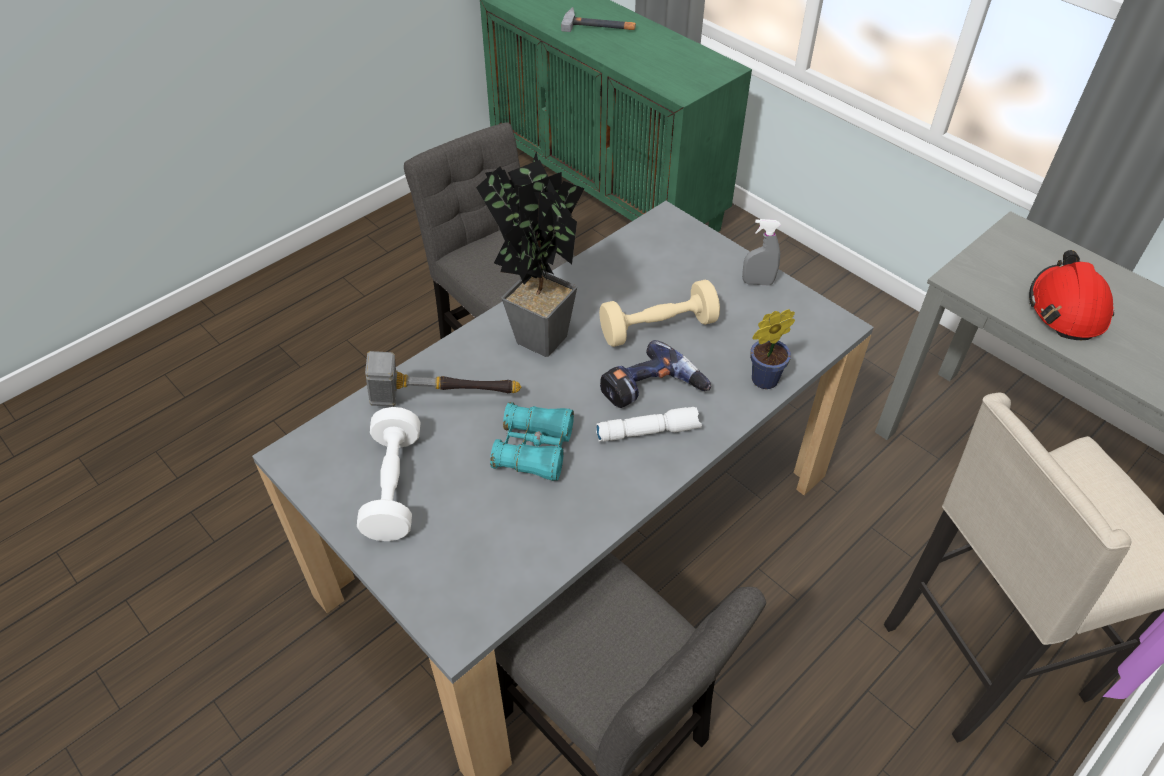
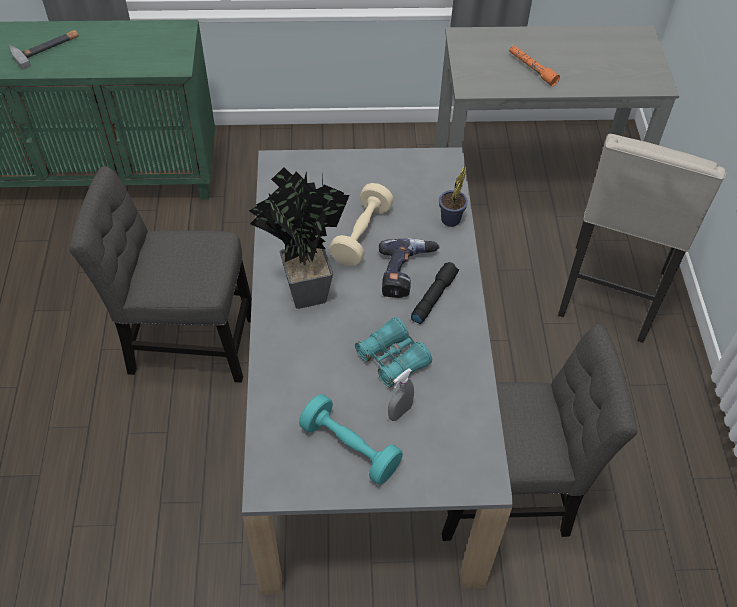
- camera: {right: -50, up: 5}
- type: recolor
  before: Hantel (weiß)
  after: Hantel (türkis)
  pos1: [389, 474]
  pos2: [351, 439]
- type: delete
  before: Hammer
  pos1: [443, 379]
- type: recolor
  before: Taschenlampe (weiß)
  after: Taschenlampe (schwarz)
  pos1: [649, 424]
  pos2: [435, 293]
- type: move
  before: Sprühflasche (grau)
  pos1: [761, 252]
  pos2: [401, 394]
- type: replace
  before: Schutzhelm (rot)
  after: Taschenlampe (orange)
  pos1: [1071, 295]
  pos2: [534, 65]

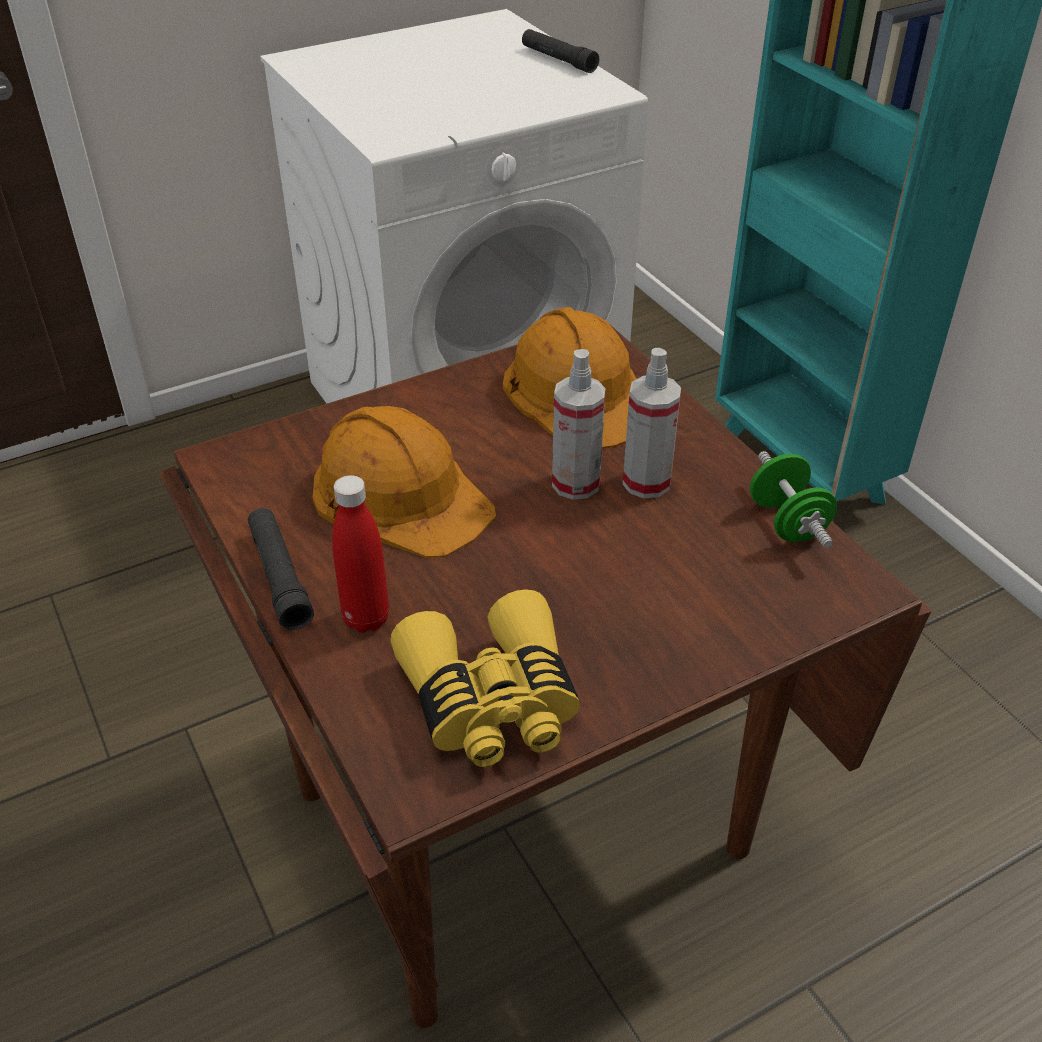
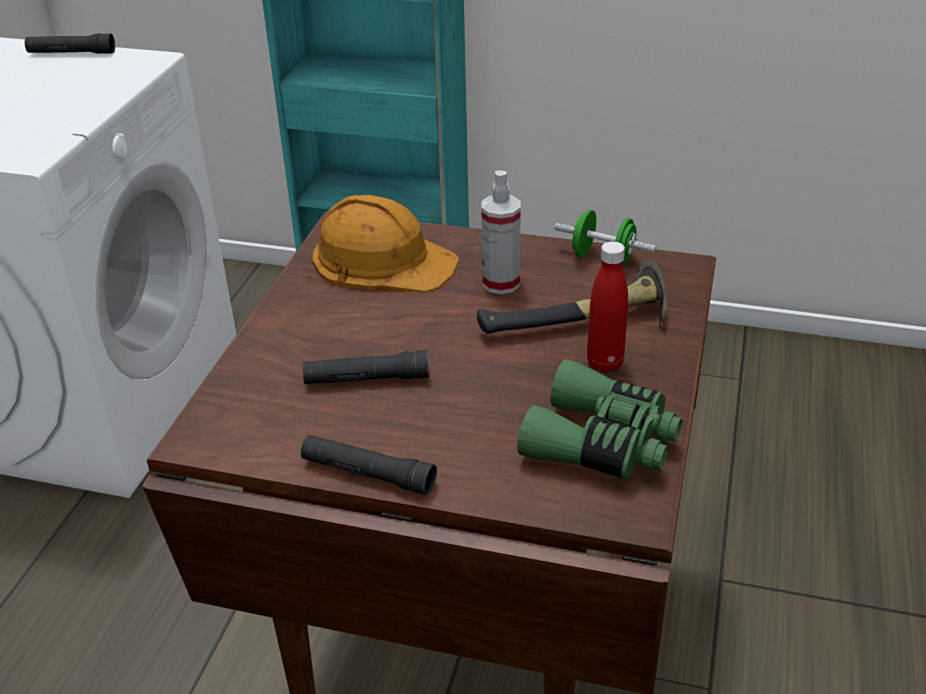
- camera: {right: -45, up: -5}
- type: replace
  before: Schutzhelm (orange)
  after: Taschenlampe (schwarz)
  pos1: [404, 482]
  pos2: [366, 367]
- type: move
  before: Flasche (rot)
  pos1: [360, 554]
  pos2: [607, 307]
- type: recolor
  before: Fernglas (gelb)
  after: Fernglas (grün)
  pos1: [485, 678]
  pos2: [599, 419]
- type: delete
  before: Sprühflasche
  pos1: [579, 424]
- type: insert
  after: Hammer
  pos2: [572, 297]

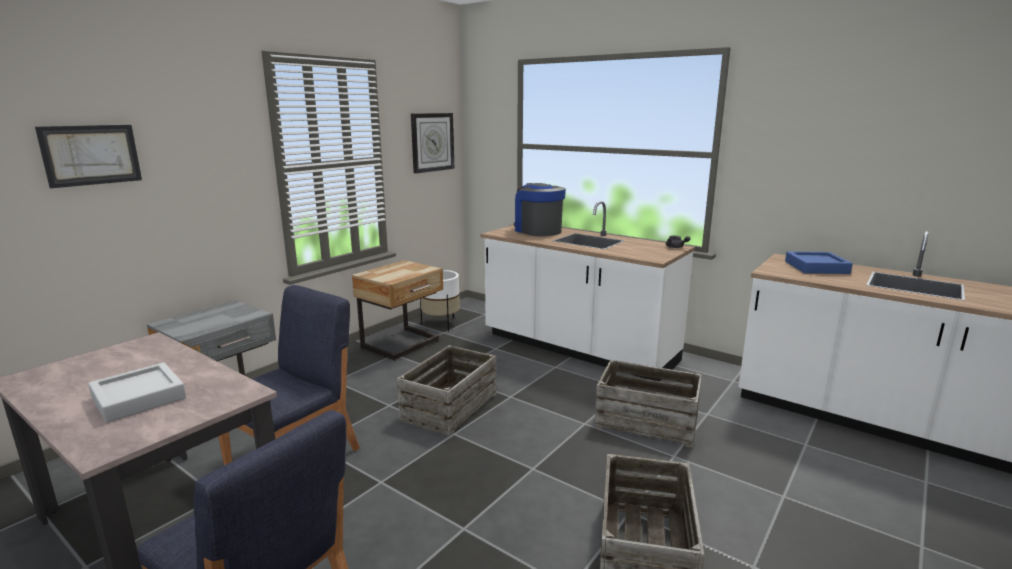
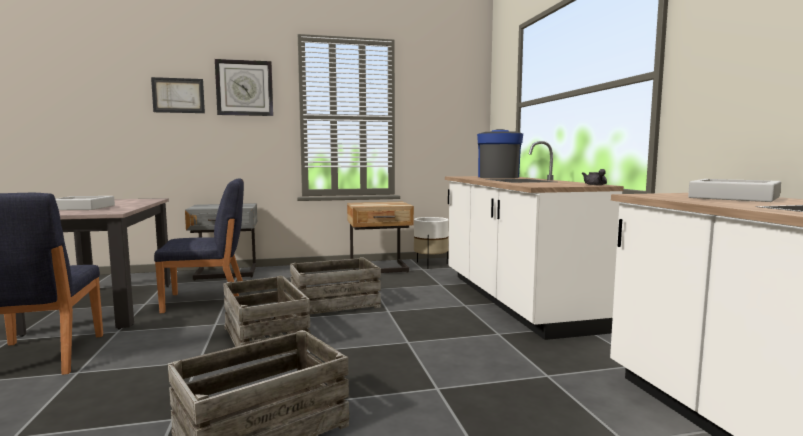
- camera: {right: 40, up: -10}
- type: move
  before: Wanduhr
  pos1: [432, 143]
  pos2: [244, 87]
- type: move
  before: Kiste
  pos1: [648, 404]
  pos2: [267, 317]
- type: recolor
  before: Tablett (blau)
  after: Tablett (grau)
  pos1: [819, 262]
  pos2: [734, 190]

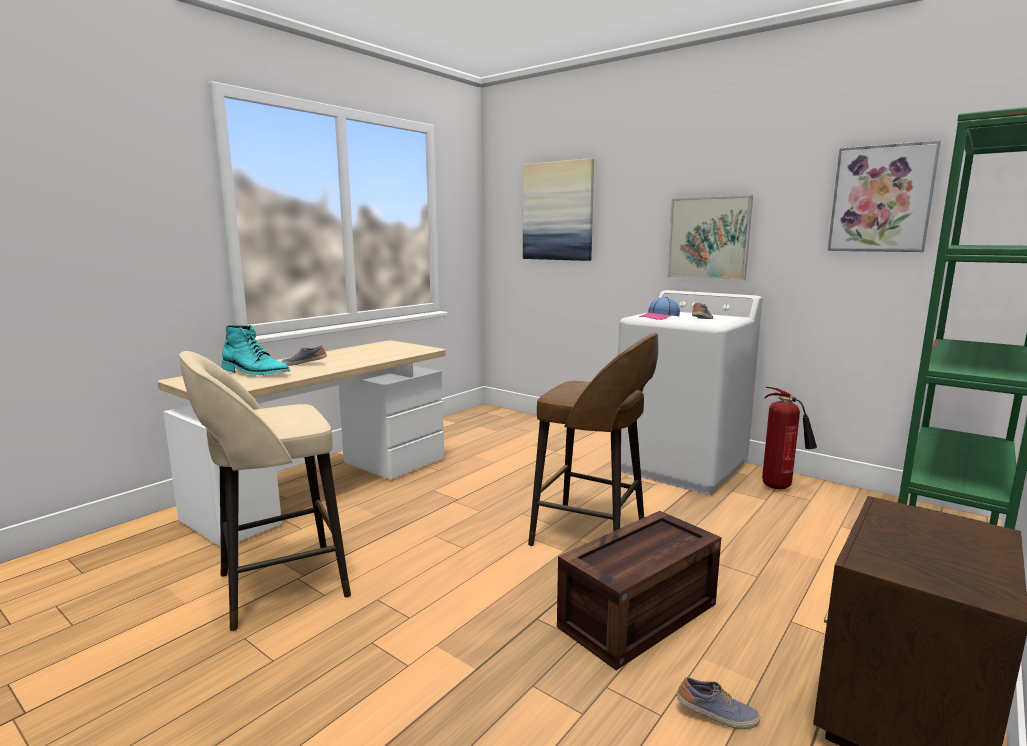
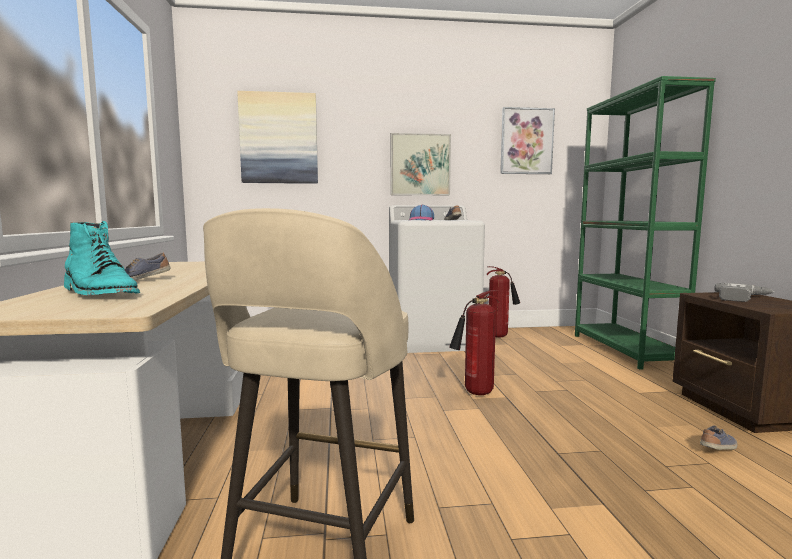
- camera: {right: -45, up: -5}
- type: rotate
  before: Stiefel (türkis)
  pos1: [256, 350]
  pos2: [102, 258]
  turn: 60
- type: replace
  before: Hocker (braun)
  after: Feuerlöscher
  pos1: [593, 439]
  pos2: [474, 342]
- type: delete
  before: Kiste
  pos1: [639, 590]
- type: insert
  after: Bohrmaschine
  pos2: [744, 292]

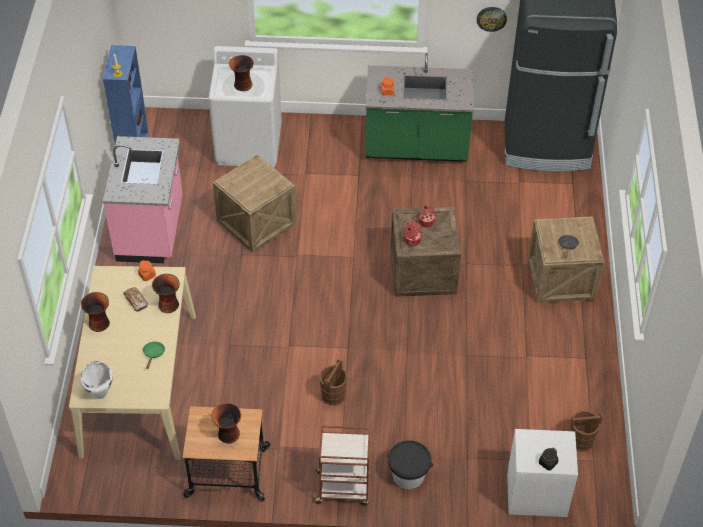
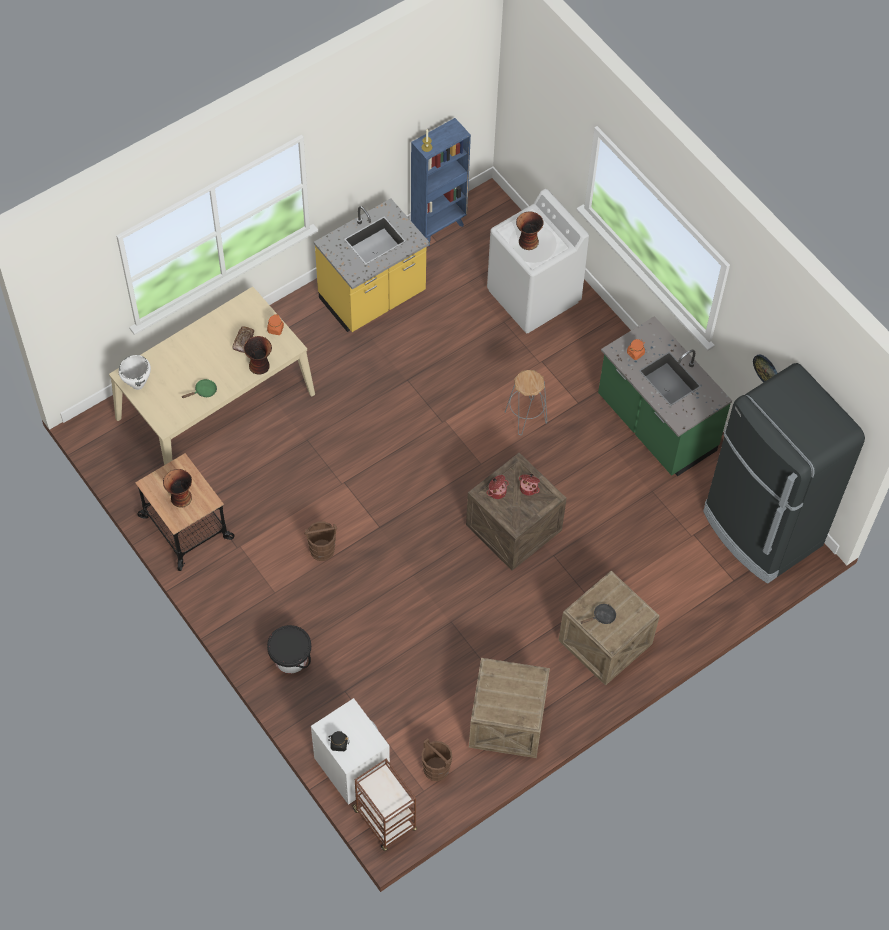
- camera: {right: 50, up: 10}
- type: delete
  before: Vase
  pos1: [95, 312]
- type: recolor
  before: Küchenzeile (rosa)
  after: Küchenzeile (gelb)
  pos1: [143, 199]
  pos2: [372, 265]
- type: move
  before: Kiste
  pos1: [254, 203]
  pos2: [509, 708]
- type: move
  before: Rollwagen (braun)
  pos1: [341, 466]
  pos2: [384, 805]
- type: insert
  after: Hocker (grau)
  pos2: [526, 402]

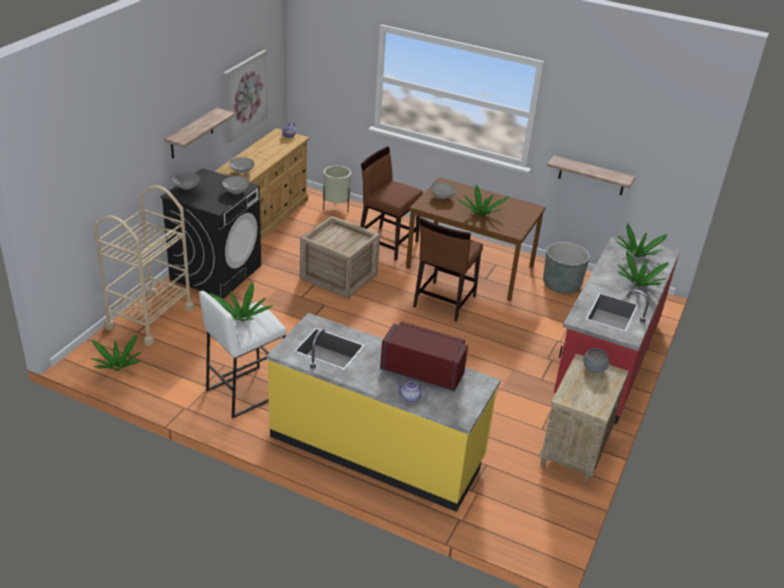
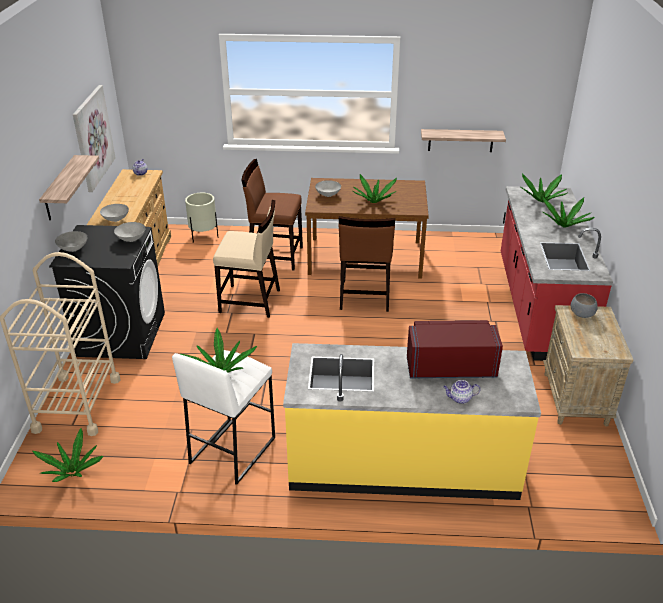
- camera: {right: -20, up: 0}
- type: replace
  before: Kiste
  after: Stuhl (beige)
  pos1: [340, 257]
  pos2: [246, 259]
- type: delete
  before: Pflanzkübel (grau)
  pos1: [566, 268]

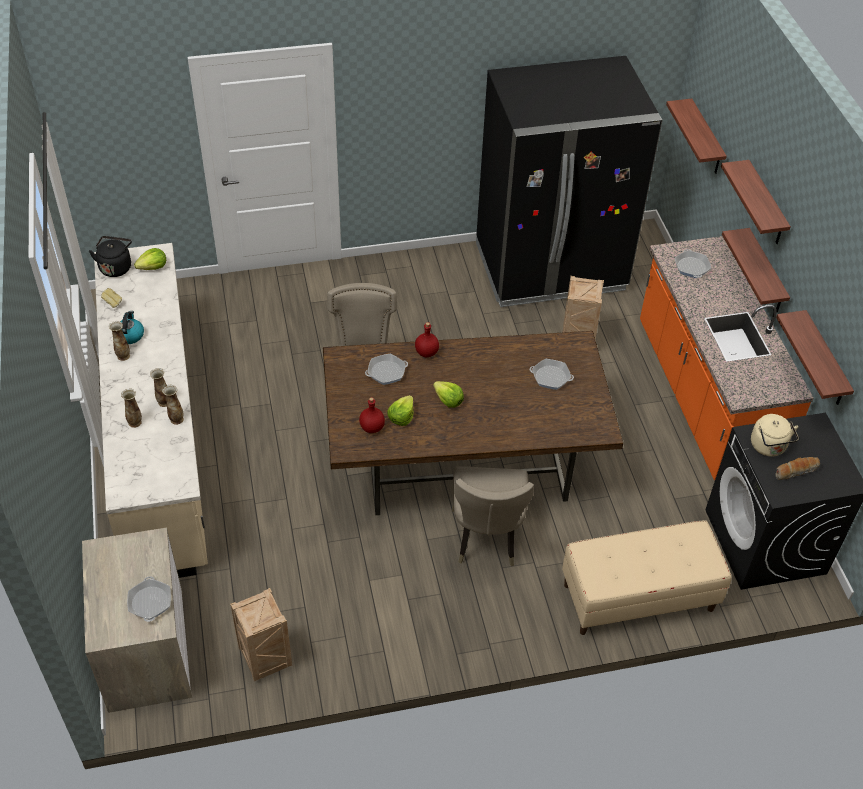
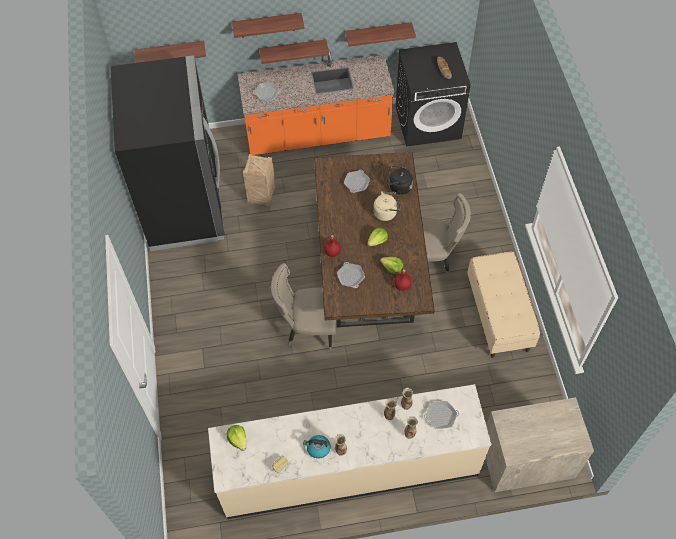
- camera: {right: -85, up: 10}
- type: move
  before: Wasserkessel (schwarz)
  pos1: [110, 256]
  pos2: [400, 180]
- type: move
  before: Pfanne
  pos1: [149, 599]
  pos2: [441, 415]
- type: delete
  before: Kiste
  pos1: [261, 634]
- type: move
  before: Bank (beige)
  pos1: [647, 577]
  pos2: [503, 305]
- type: move
  before: Wasserkessel (beige)
  pos1: [775, 435]
  pos2: [387, 206]

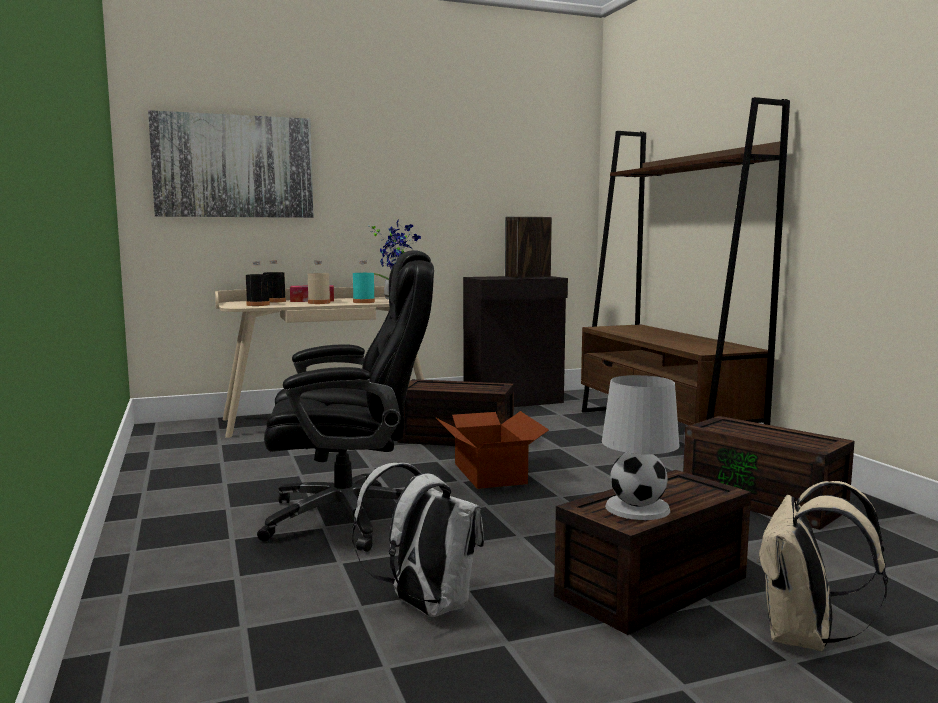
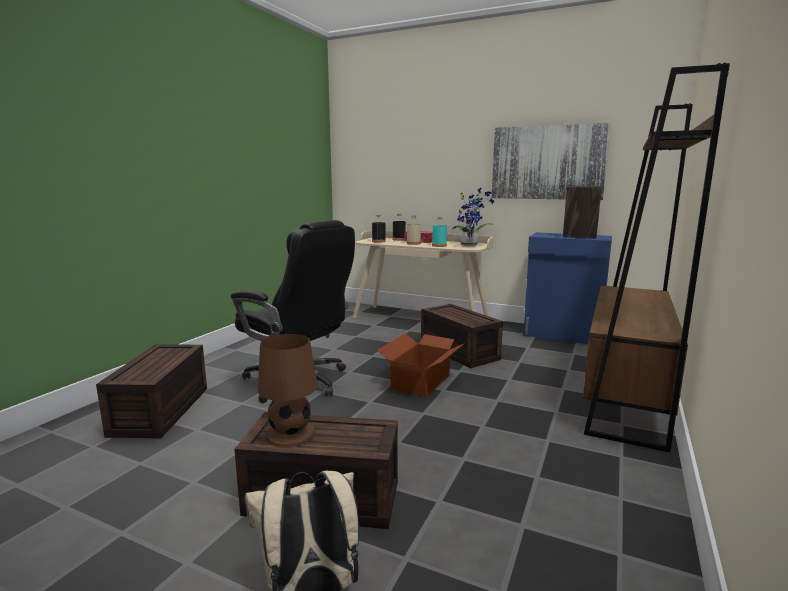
- camera: {right: 45, up: 5}
- type: move
  before: Bild
  pos1: [231, 164]
  pos2: [551, 161]
- type: delete
  before: Rucksack (weiß)
  pos1: [418, 540]
- type: recolor
  before: Schrank (schwarz)
  after: Schrank (blau)
  pos1: [515, 341]
  pos2: [567, 288]
- type: recolor
  before: Tischlampe (weiß)
  after: Tischlampe (braun)
  pos1: [640, 447]
  pos2: [287, 391]
- type: move
  before: Aufbewahrungsbox (braun)
  pos1: [769, 473]
  pos2: [151, 391]

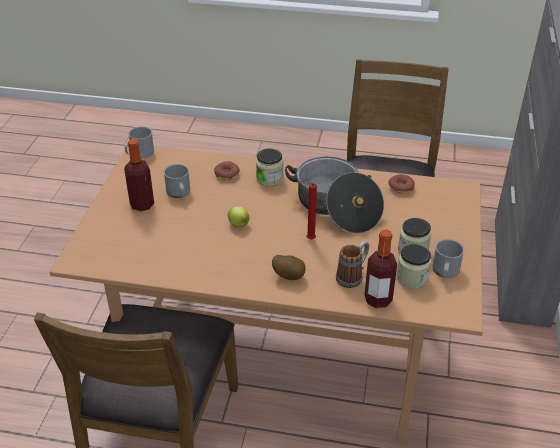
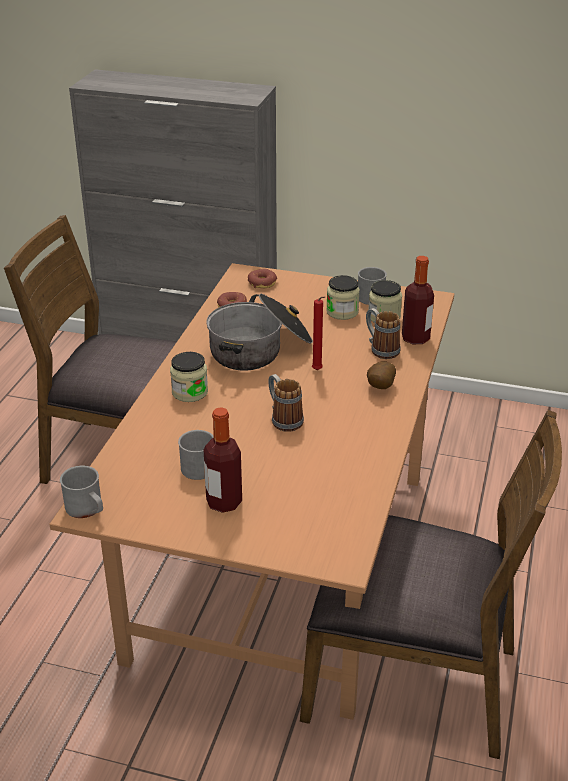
- camera: {right: -85, up: -5}
- type: move
  before: Donut
  pos1: [227, 170]
  pos2: [262, 278]
- type: replace
  before: Apfel
  after: Henkelbecher
  pos1: [238, 217]
  pos2: [286, 403]

